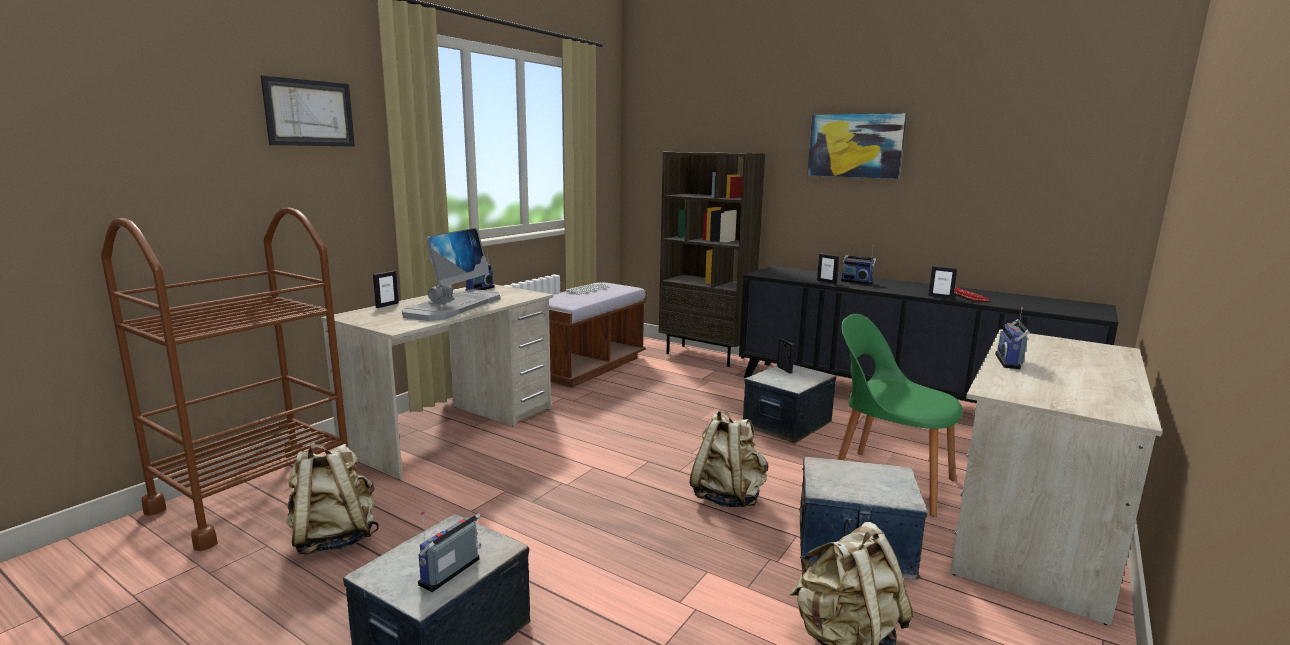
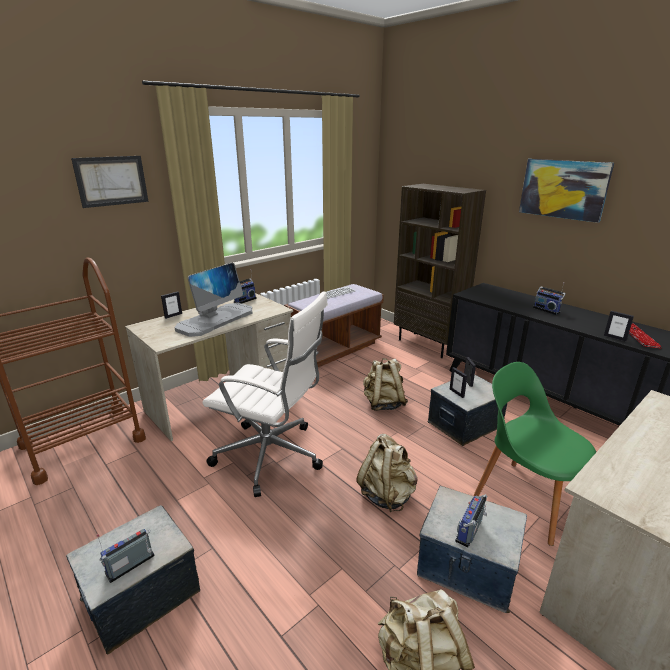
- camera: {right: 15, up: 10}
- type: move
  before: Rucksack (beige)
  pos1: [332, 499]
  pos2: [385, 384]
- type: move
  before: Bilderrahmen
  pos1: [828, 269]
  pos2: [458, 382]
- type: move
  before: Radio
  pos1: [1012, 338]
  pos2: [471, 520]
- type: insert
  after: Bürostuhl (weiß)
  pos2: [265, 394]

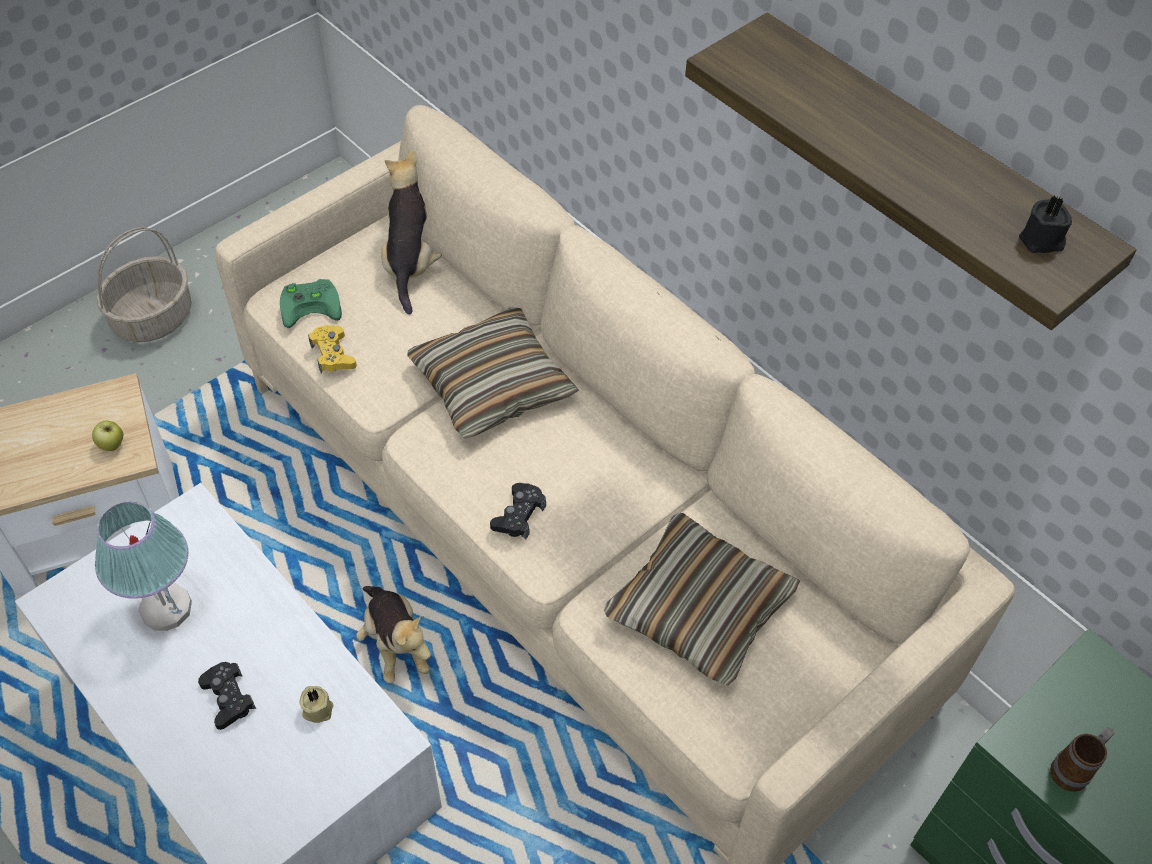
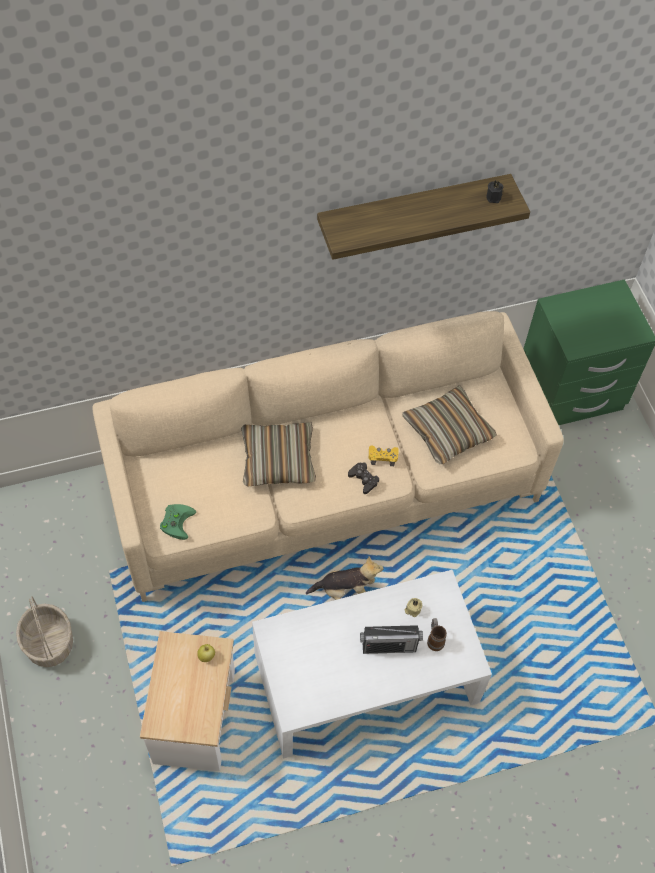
- camera: {right: -65, up: 5}
- type: delete
  before: Tischlampe
  pos1: [143, 566]
- type: replace
  before: Gamepad (schwarz)
  after: Radio
  pos1: [227, 696]
  pos2: [391, 639]
- type: move
  before: Gamepad (gelb)
  pos1: [332, 349]
  pos2: [384, 456]
- type: delete
  before: Plüschtier
  pos1: [411, 232]
- type: move
  before: Henkelbecher
  pos1: [1082, 759]
  pos2: [437, 634]

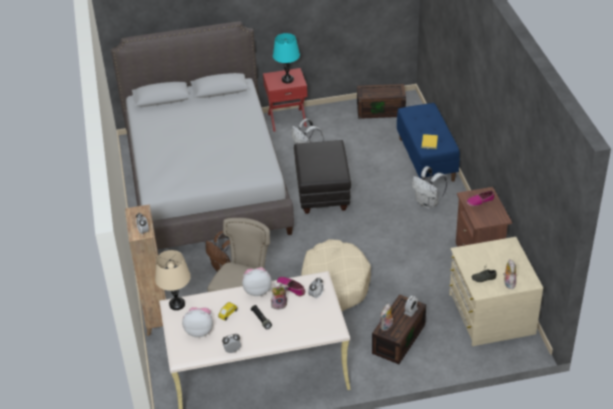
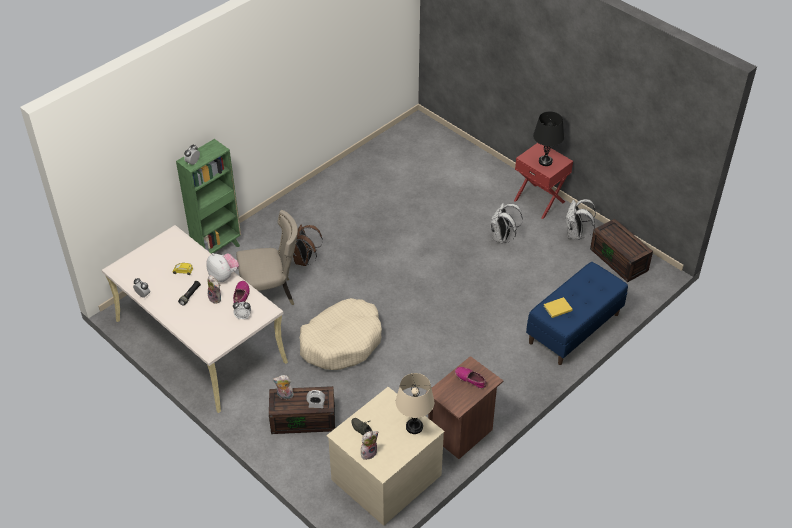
- camera: {right: 55, up: 5}
- type: delete
  before: Bett (grau)
  pos1: [202, 135]
- type: recolor
  before: Bücherregal (braun)
  after: Bücherregal (grün)
  pos1: [145, 270]
  pos2: [208, 196]
- type: move
  before: Tischlampe (beige)
  pos1: [173, 280]
  pos2: [415, 403]
- type: delete
  before: Plüschtier
  pos1: [197, 322]
- type: recolor
  before: Tischlampe (türkis)
  after: Tischlampe (schwarz)
  pos1: [286, 58]
  pos2: [548, 139]
- type: delete
  before: Polsterhocker (schwarz)
  pos1: [322, 177]
- type: move
  before: Rucksack (weiß)
  pos1: [429, 187]
  pos2: [580, 219]

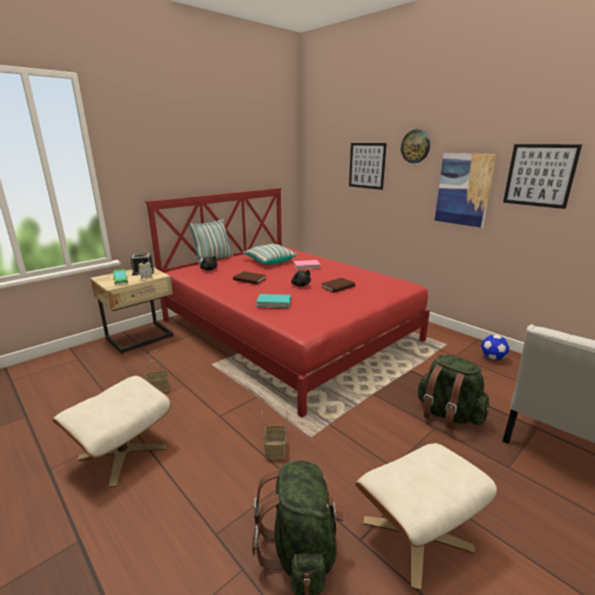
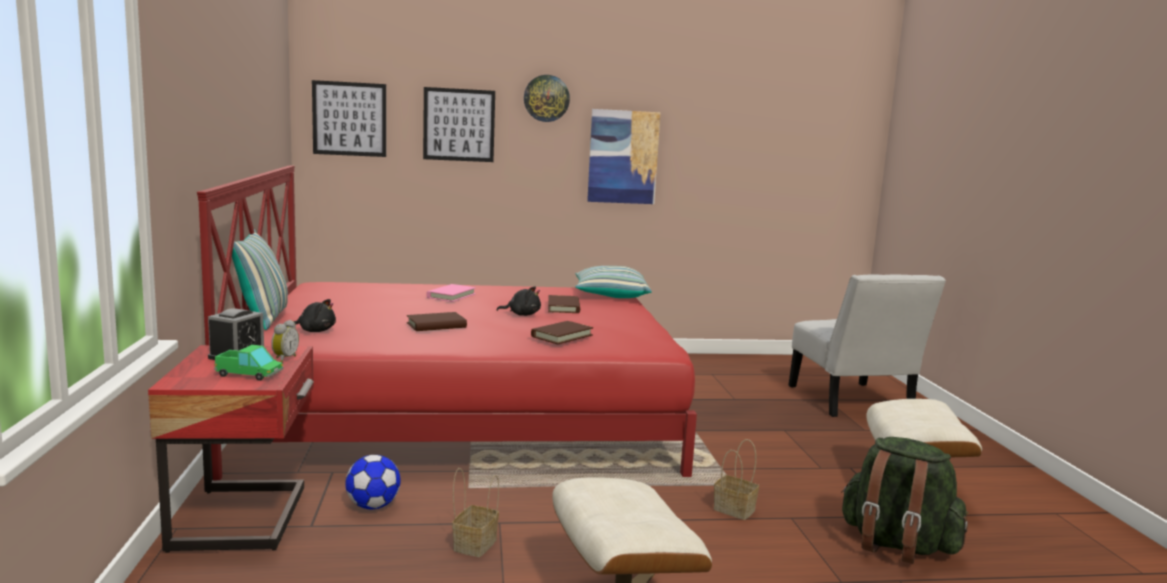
- camera: {right: -55, up: -10}
- type: recolor
  before: Nachttisch (beige)
  after: Nachttisch (rot)
  pos1: [132, 310]
  pos2: [231, 449]
- type: move
  before: Kissen
  pos1: [270, 254]
  pos2: [613, 282]
- type: recolor
  before: Buch (türkis)
  after: Buch (braun)
  pos1: [273, 301]
  pos2: [562, 332]
- type: delete
  before: Rucksack (grün)
  pos1: [453, 392]
- type: move
  before: Fußball
  pos1: [495, 347]
  pos2: [373, 482]
- type: move
  before: Bild
  pos1: [542, 176]
  pos2: [349, 118]

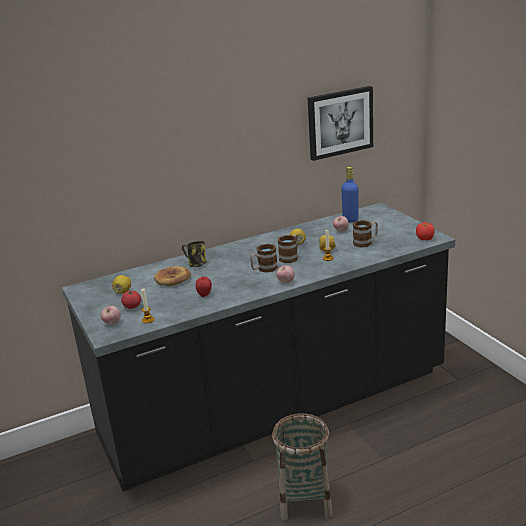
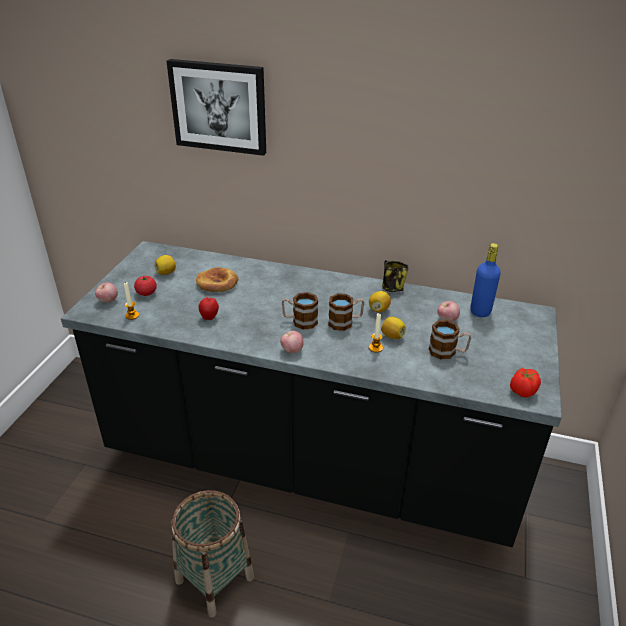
- camera: {right: 40, up: 10}
- type: move
  before: Henkelbecher
  pos1: [194, 254]
  pos2: [395, 276]
- type: move
  before: Bild
  pos1: [340, 123]
  pos2: [216, 107]

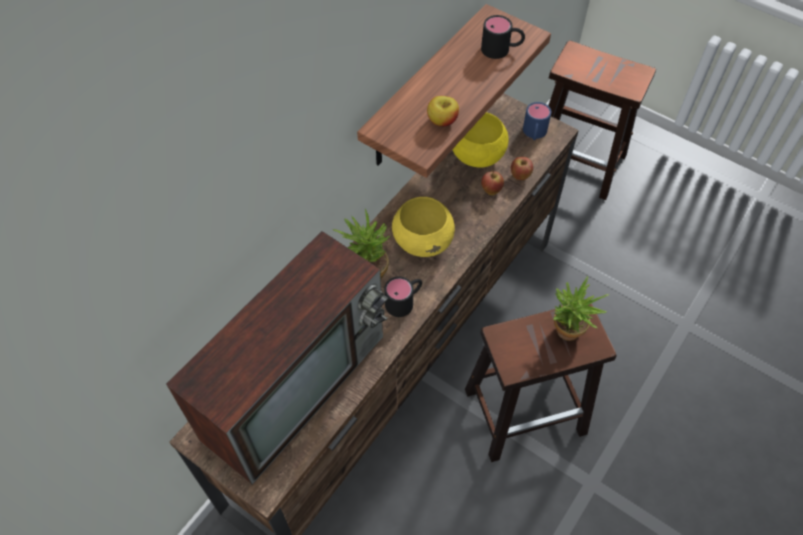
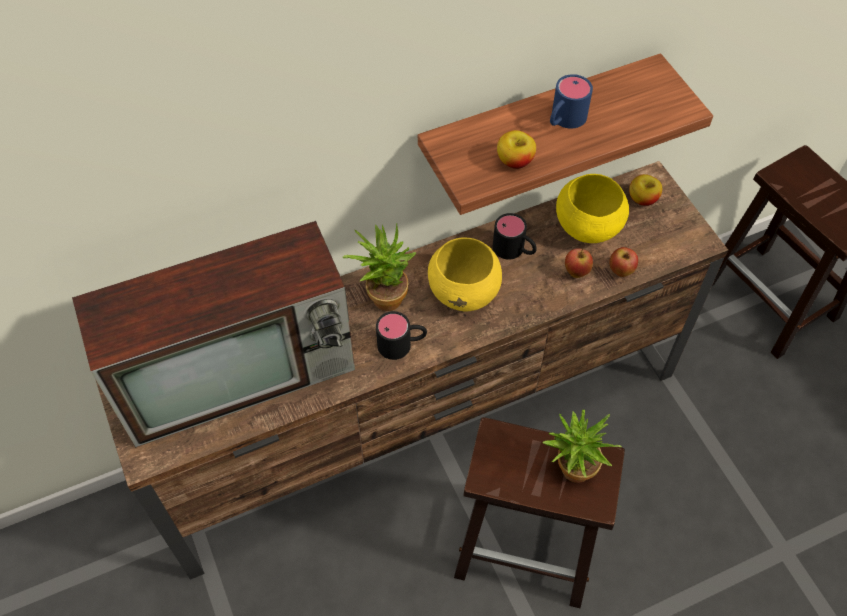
- camera: {right: 30, up: 0}
- type: move
  before: Henkelbecher (schwarz)
  pos1: [503, 37]
  pos2: [515, 236]
- type: move
  before: Henkelbecher (blau)
  pos1: [537, 121]
  pos2: [571, 101]
- type: insert
  after: Apfel
  pos2: [645, 190]

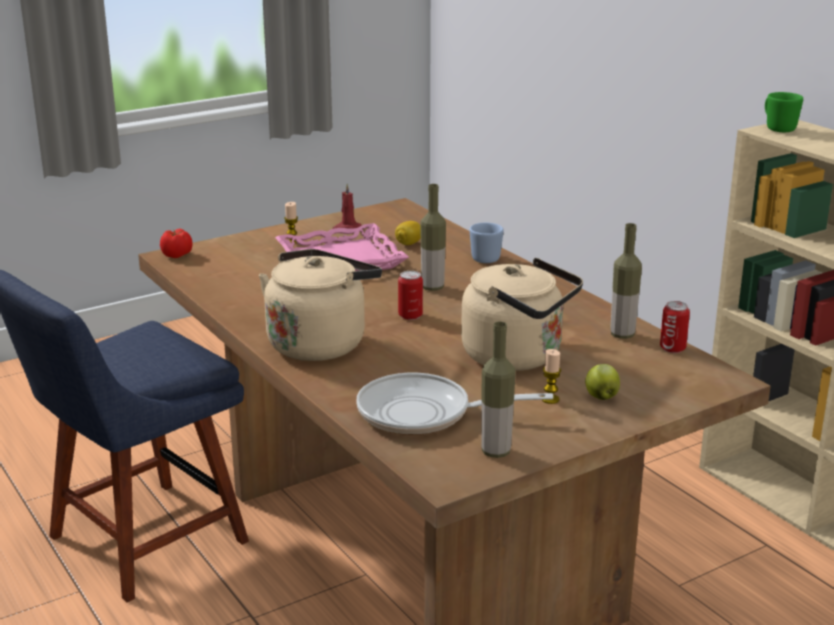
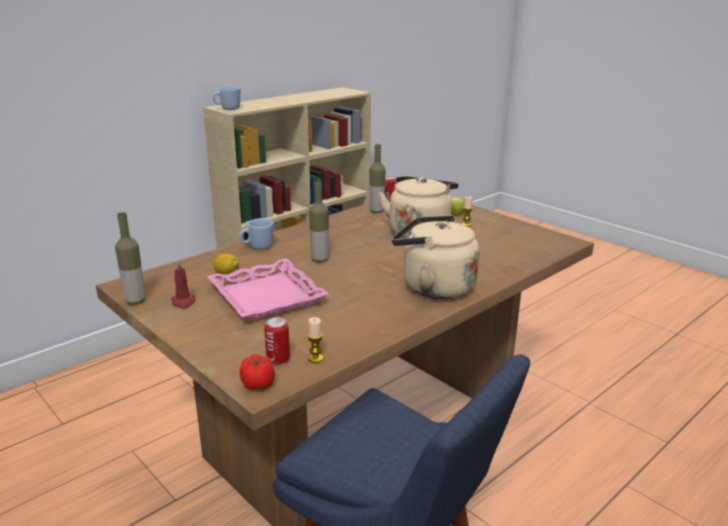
- camera: {right: -100, up: 0}
- type: move
  before: Kerze
  pos1: [291, 222]
  pos2: [315, 340]
- type: delete
  before: Pfanne
  pos1: [454, 404]
- type: move
  before: Dose
  pos1: [410, 295]
  pos2: [277, 341]
- type: move
  before: Flasche
  pos1: [498, 389]
  pos2: [130, 258]
- type: recolor
  before: Henkelbecher (grün)
  after: Henkelbecher (blau)
  pos1: [784, 112]
  pos2: [226, 98]

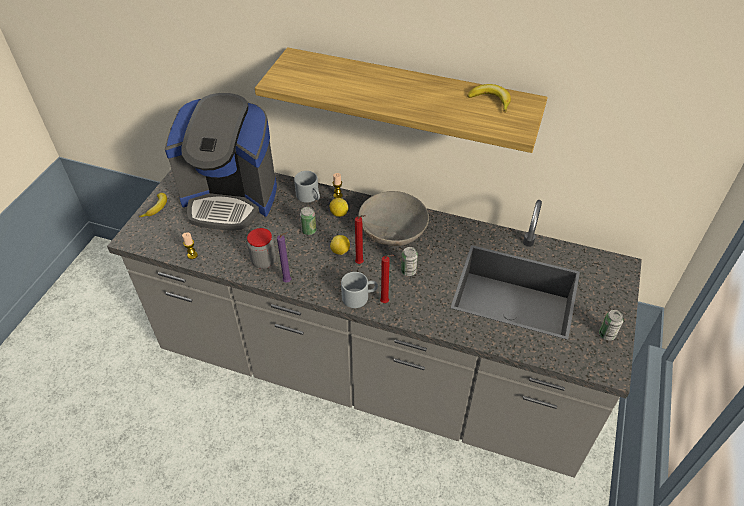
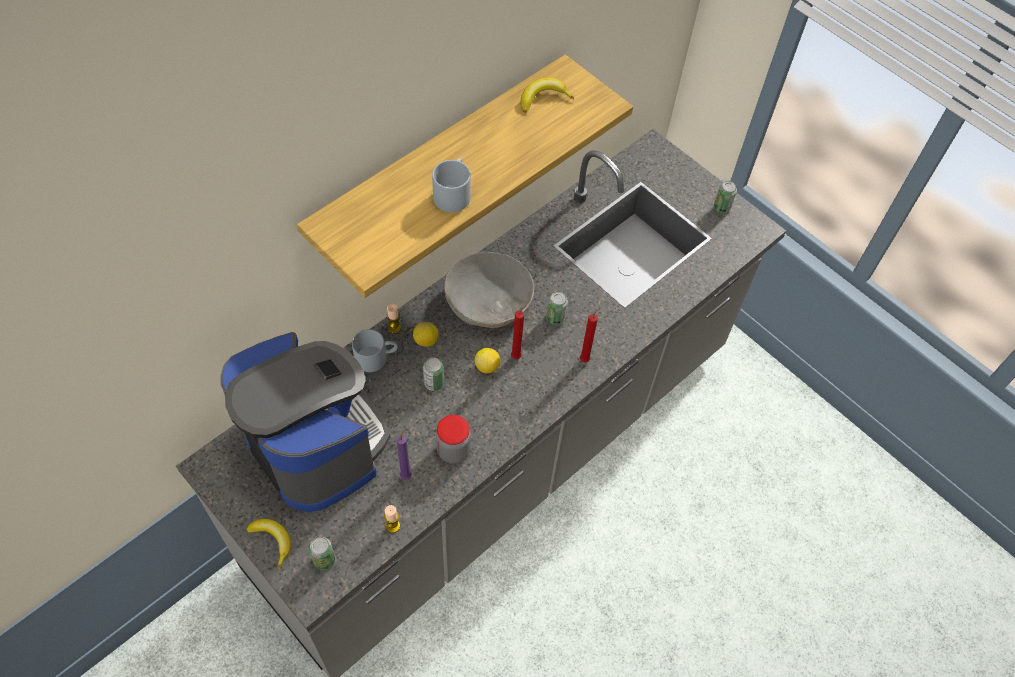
- camera: {right: -65, up: 10}
- type: rotate
  before: Kaffeemaschine
  pos1: [221, 161]
  pos2: [305, 422]
  turn: -75
- type: move
  before: Kerze (lila)
  pos1: [284, 257]
  pos2: [404, 453]
- type: move
  before: Henkelbecher (grau)
  pos1: [359, 290]
  pos2: [451, 185]
- type: insert
  after: Dose
  pos2: [322, 553]

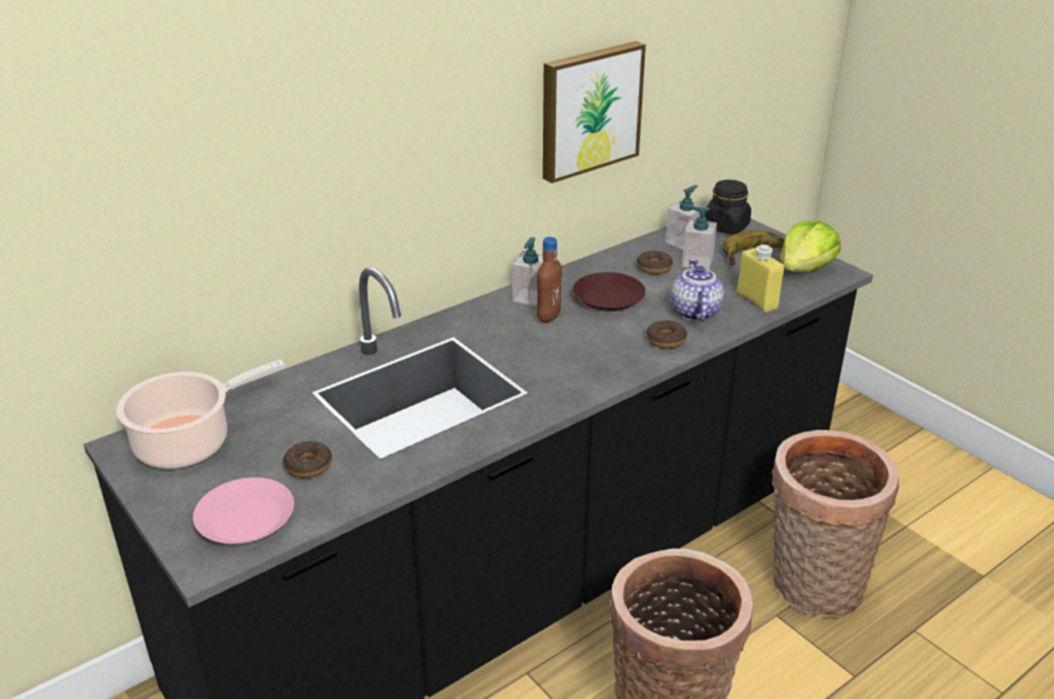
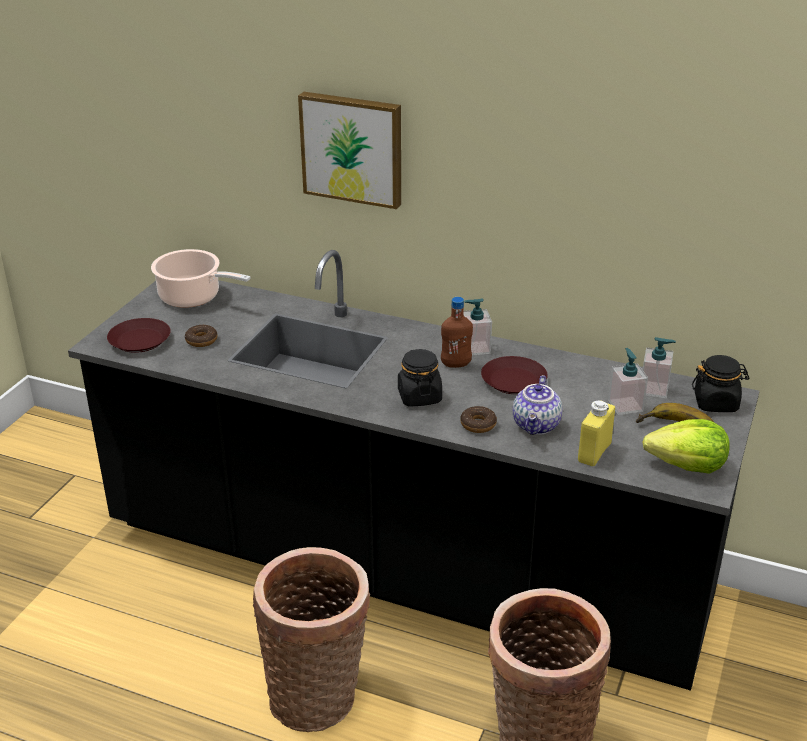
- camera: {right: 60, up: 0}
- type: recolor
  before: Teller (rosa)
  after: Teller (braun)
  pos1: [243, 510]
  pos2: [139, 335]
- type: move
  before: Bild
  pos1: [594, 112]
  pos2: [349, 150]
- type: delete
  before: Donut
  pos1: [655, 262]
- type: rotate
  before: Teekanne
  pos1: [697, 290]
  pos2: [538, 405]
  turn: 135
- type: insert
  after: Vorratsglas (schwarz)
  pos2: [420, 378]

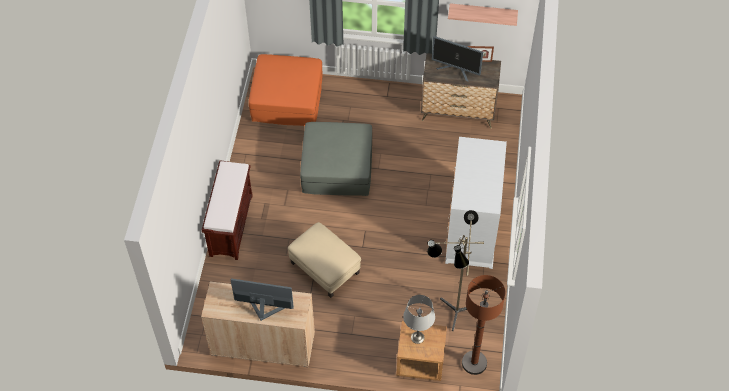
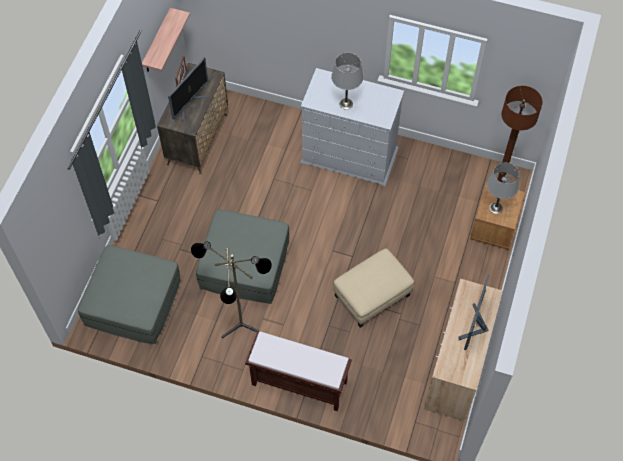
- camera: {right: -80, up: 5}
- type: recolor
  before: Polsterhocker (orange)
  after: Polsterhocker (grau)
  pos1: [285, 90]
  pos2: [129, 294]
- type: move
  before: Stehlampe
  pos1: [455, 270]
  pos2: [231, 290]
- type: insert
  after: Tischlampe (grau)
  pos2: [347, 81]

